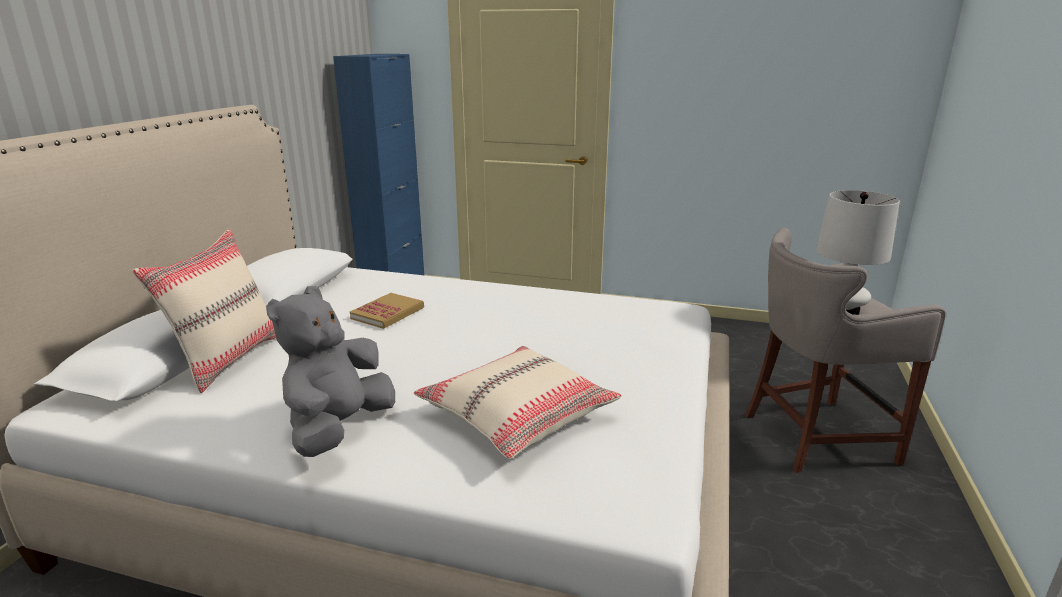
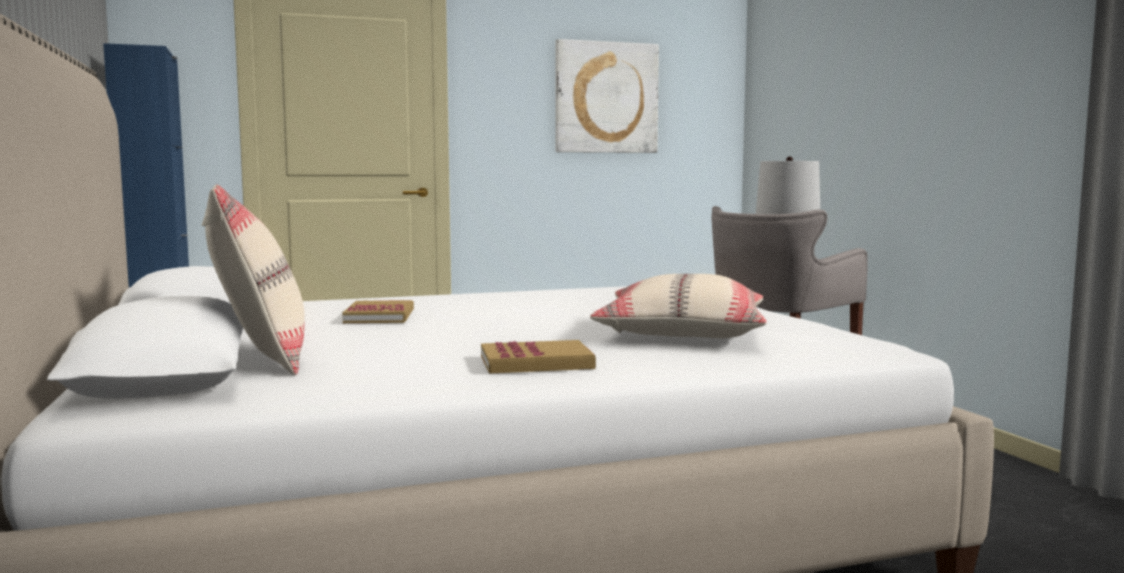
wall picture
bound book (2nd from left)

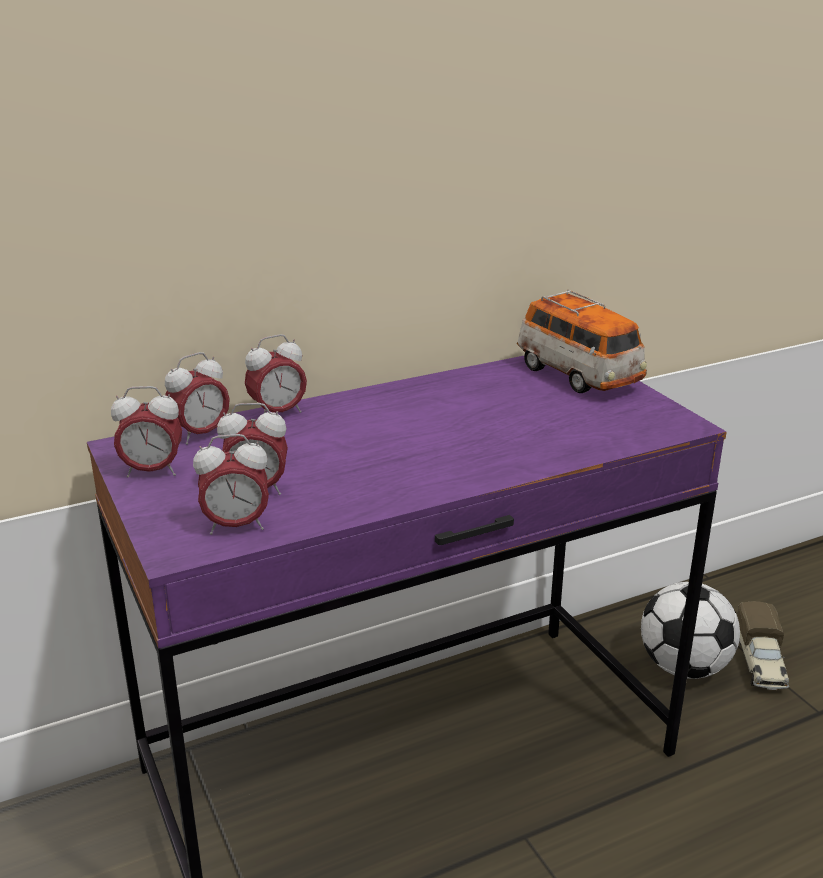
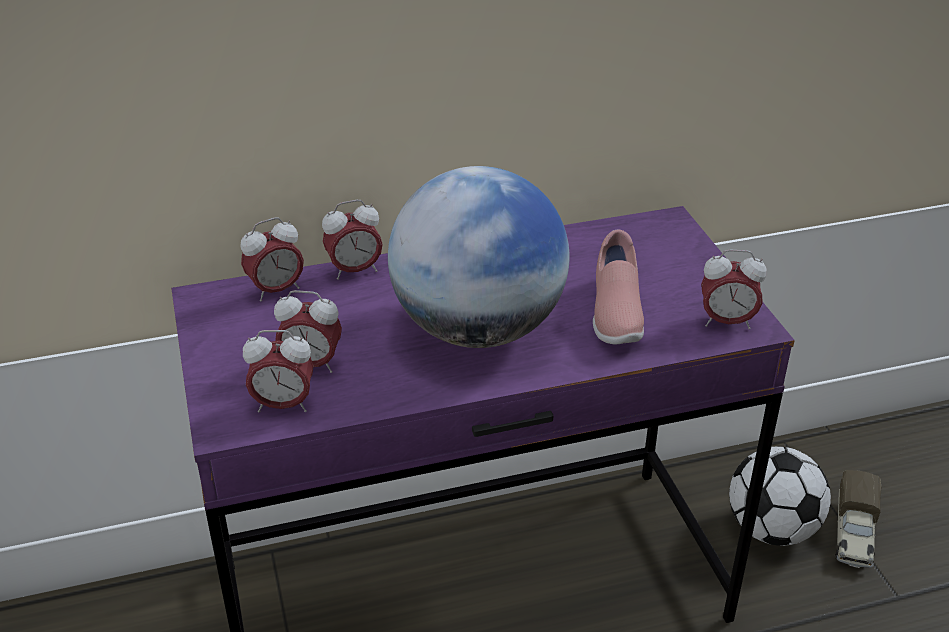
model car
desk globe
pink-coloured low shoe
bedside clock (5th from left)

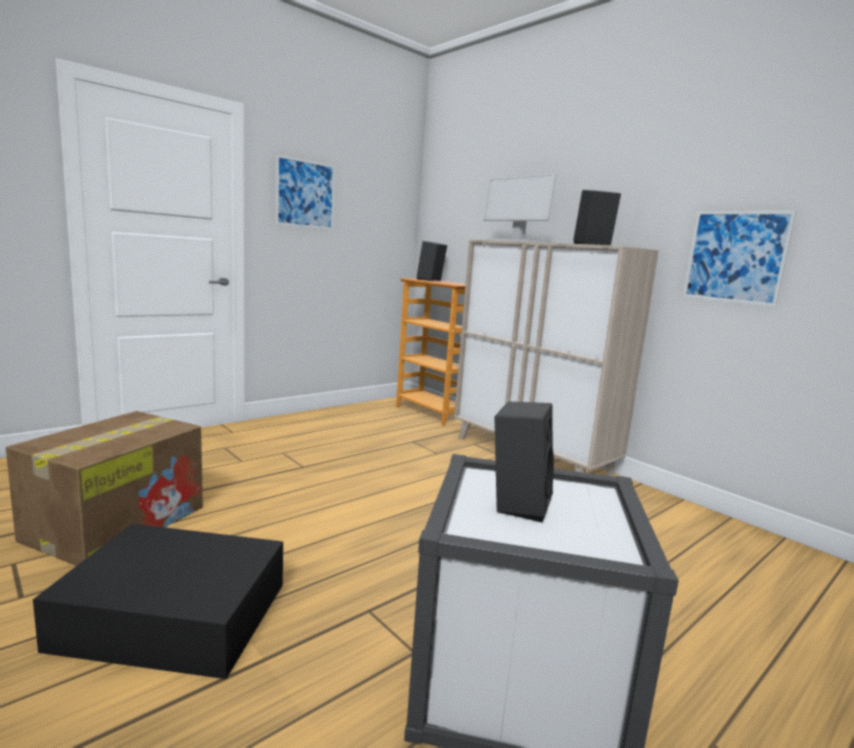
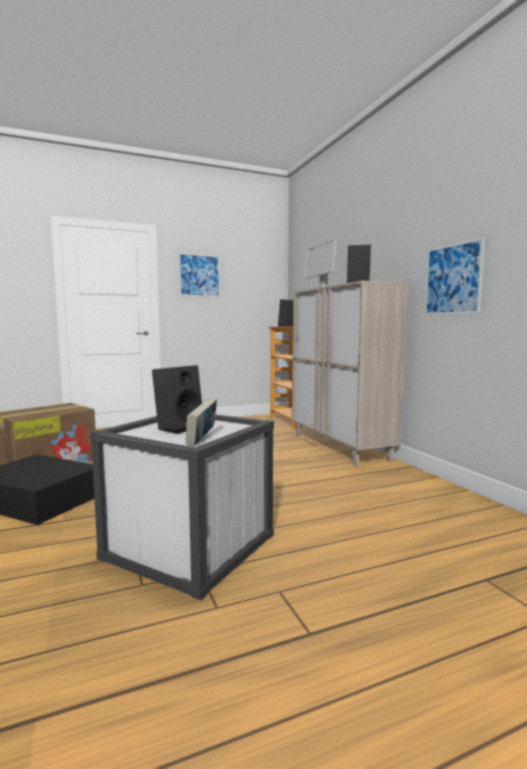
bound book

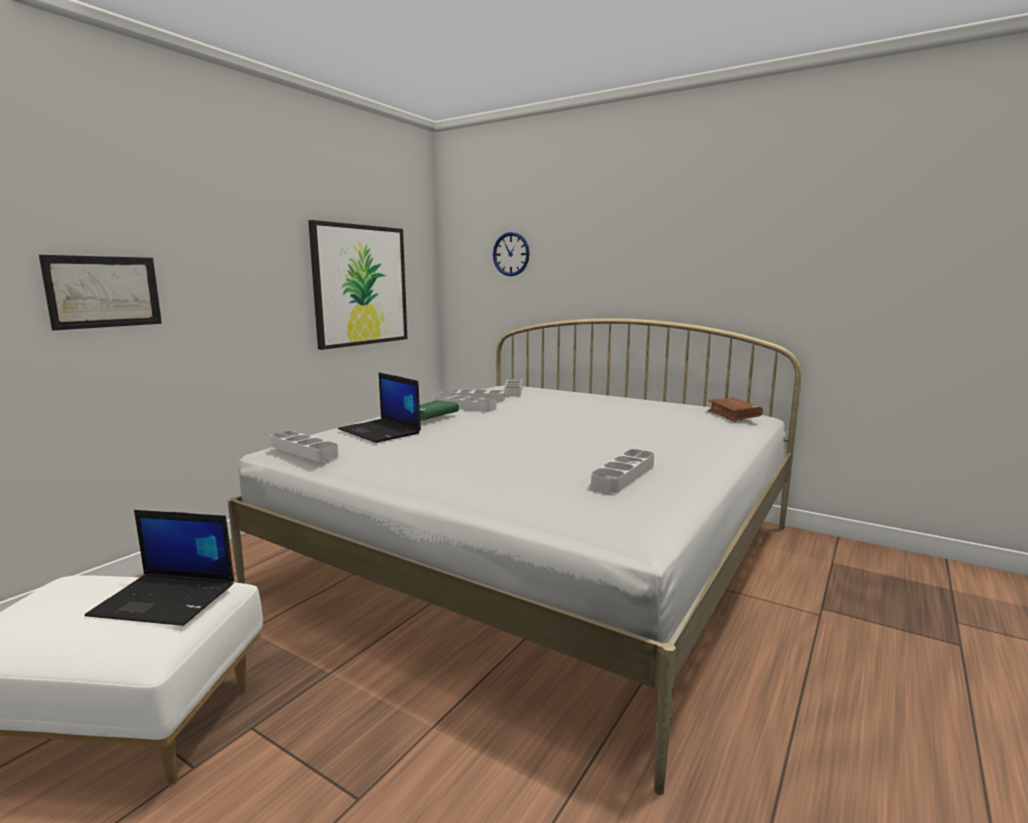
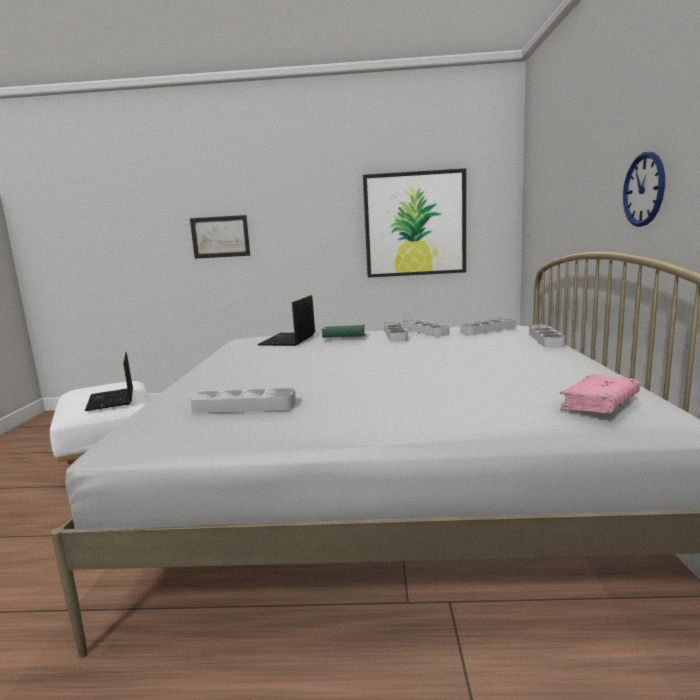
gray carrying tray (5th from left)
wall clock
pink-coloured bound book

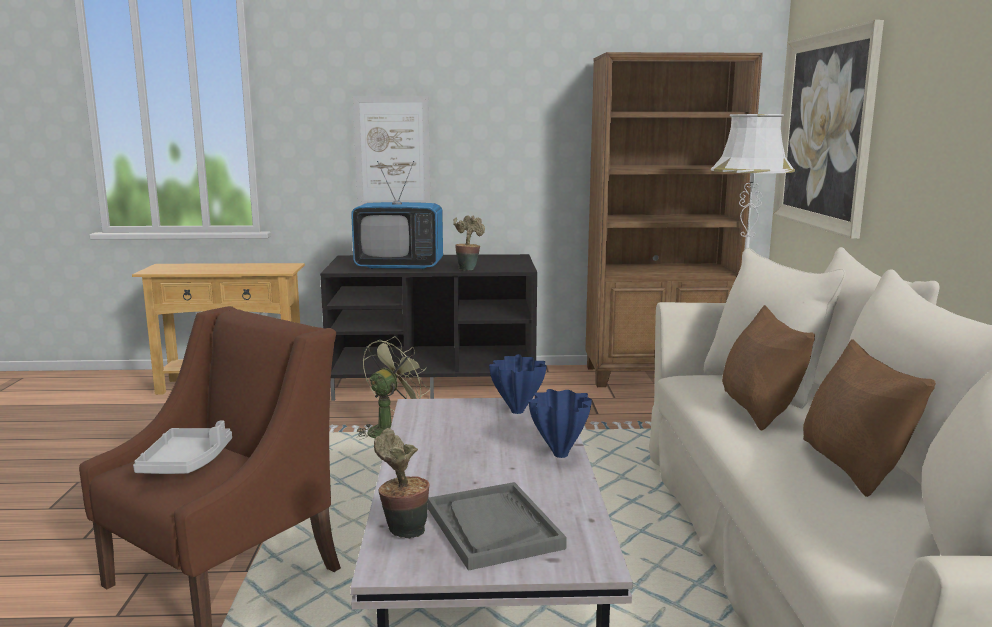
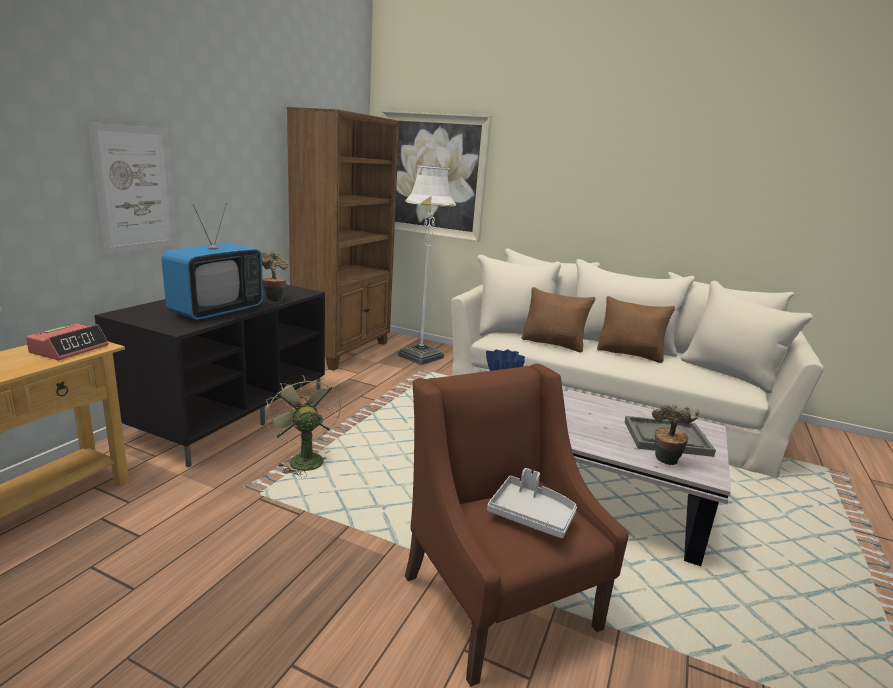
blue vase (2nd from left in the first image)
bedside clock

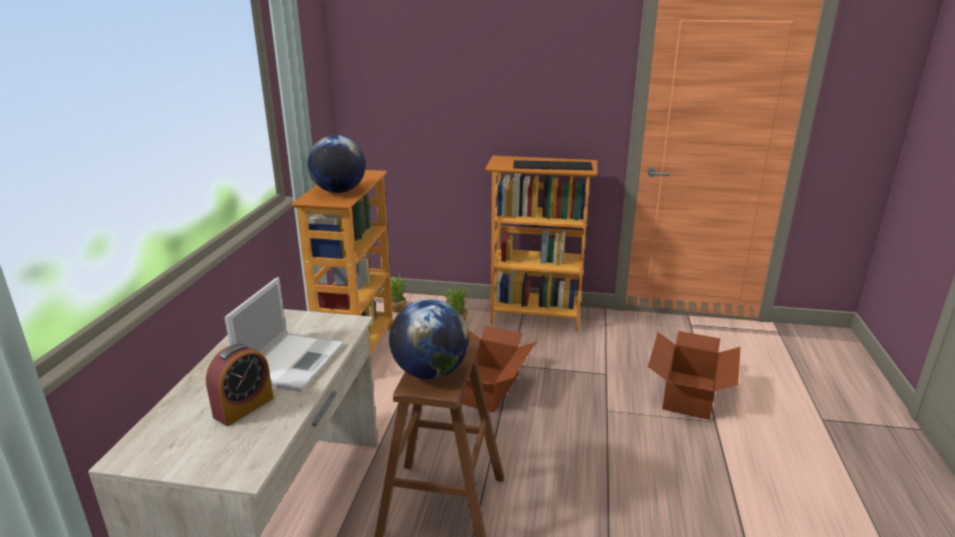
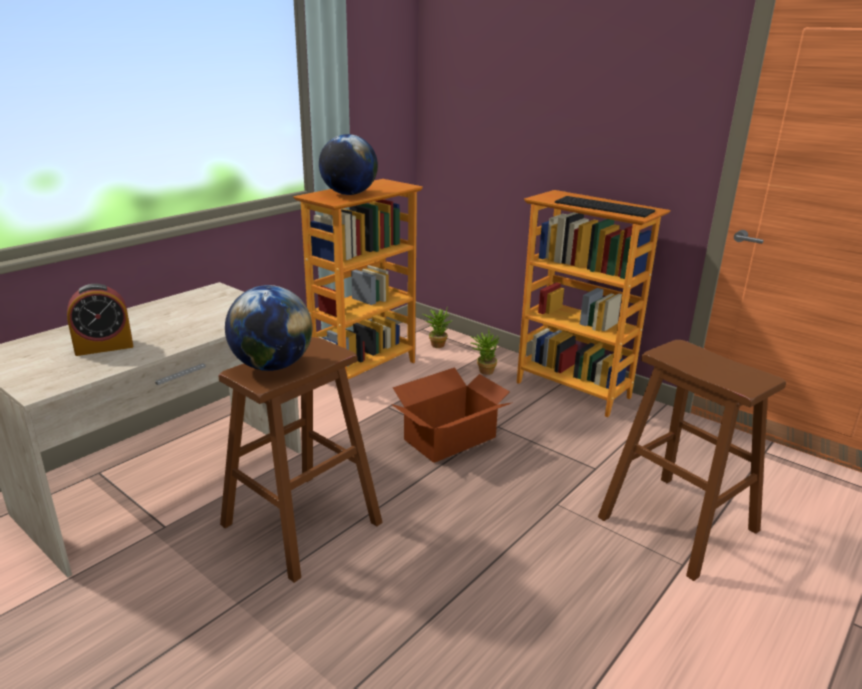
portable computer
brown-coloured stool seat (2nd from left)

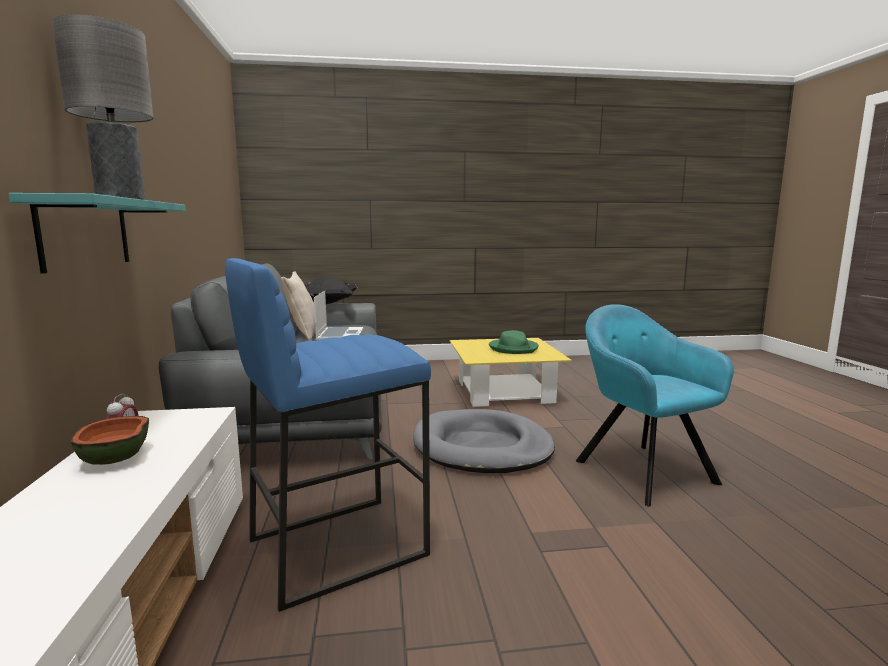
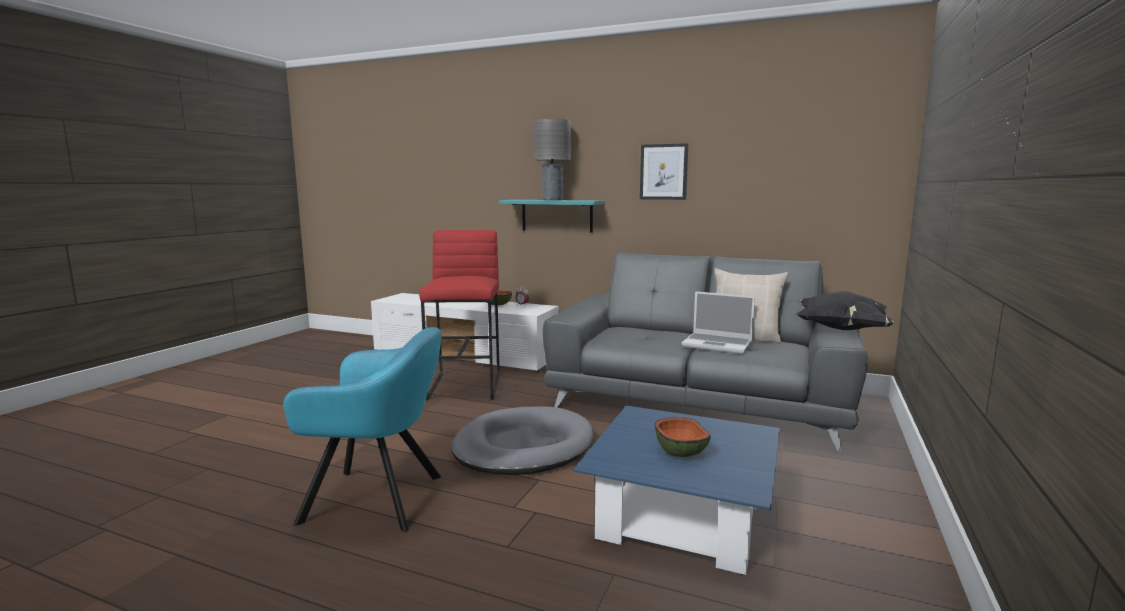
wall picture
bowl (2nd from left)
red-coloured stool seat
blue low table

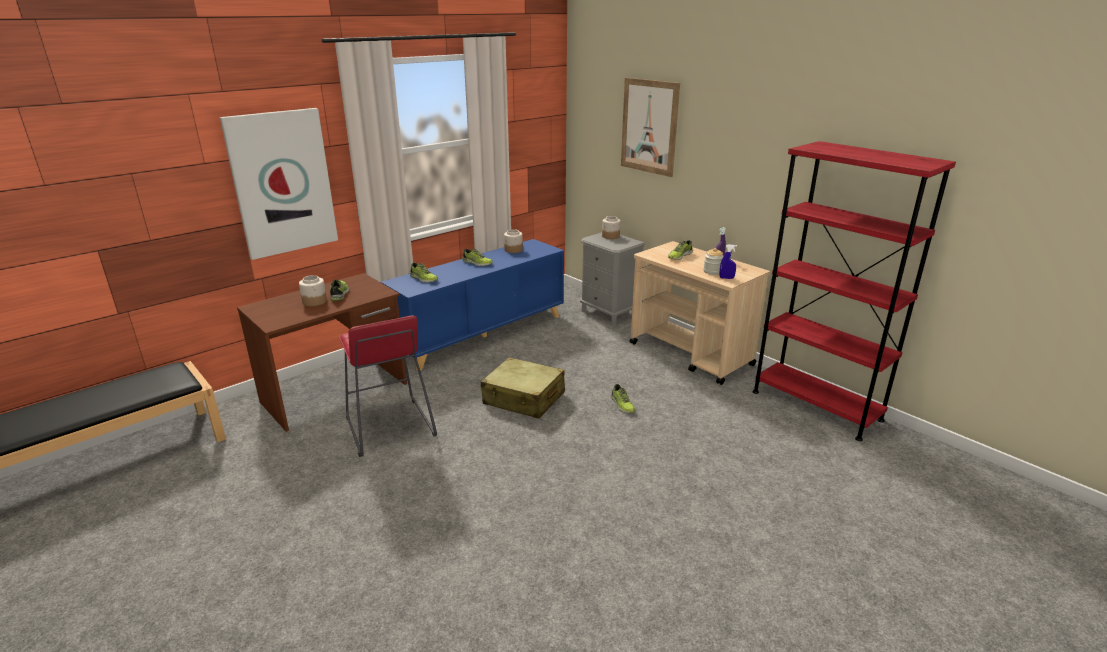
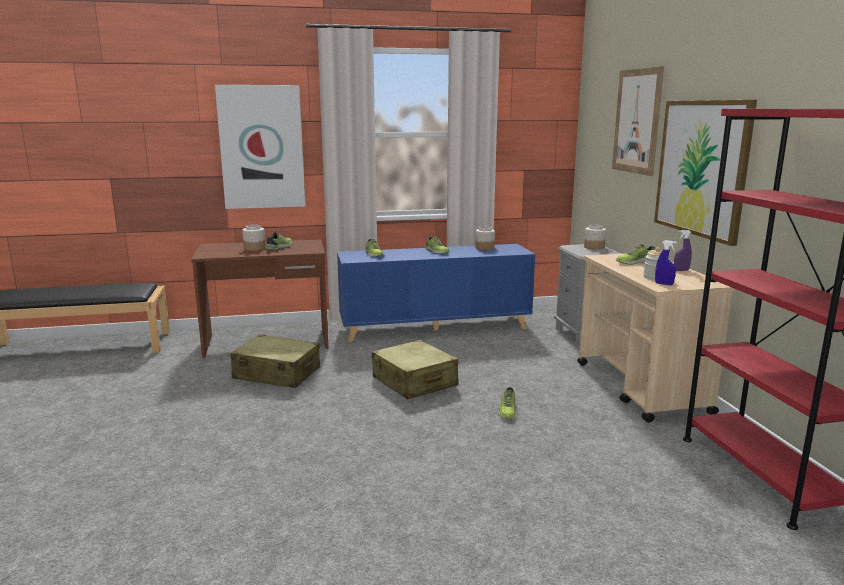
wall picture (3rd from left)
sand-coloured travel case (1st from left)

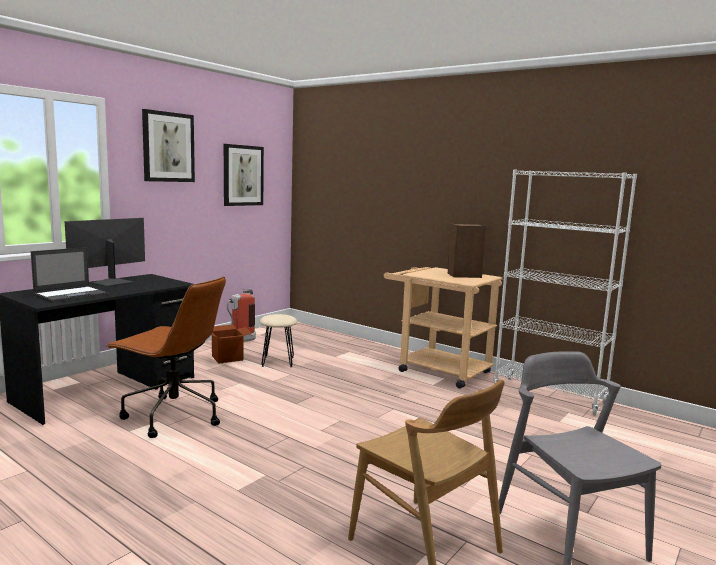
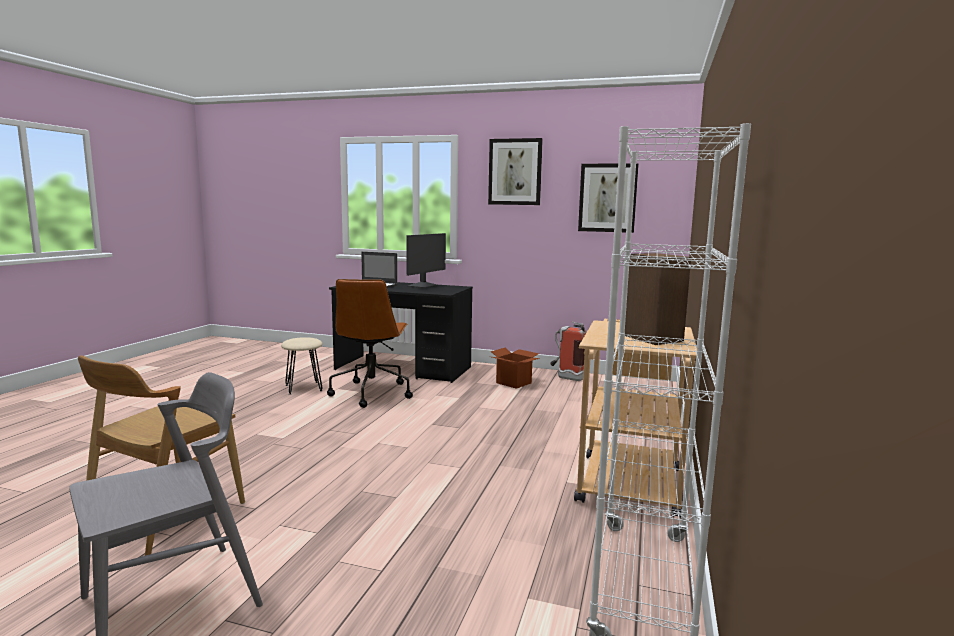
sand-coloured stool seat
computer display

